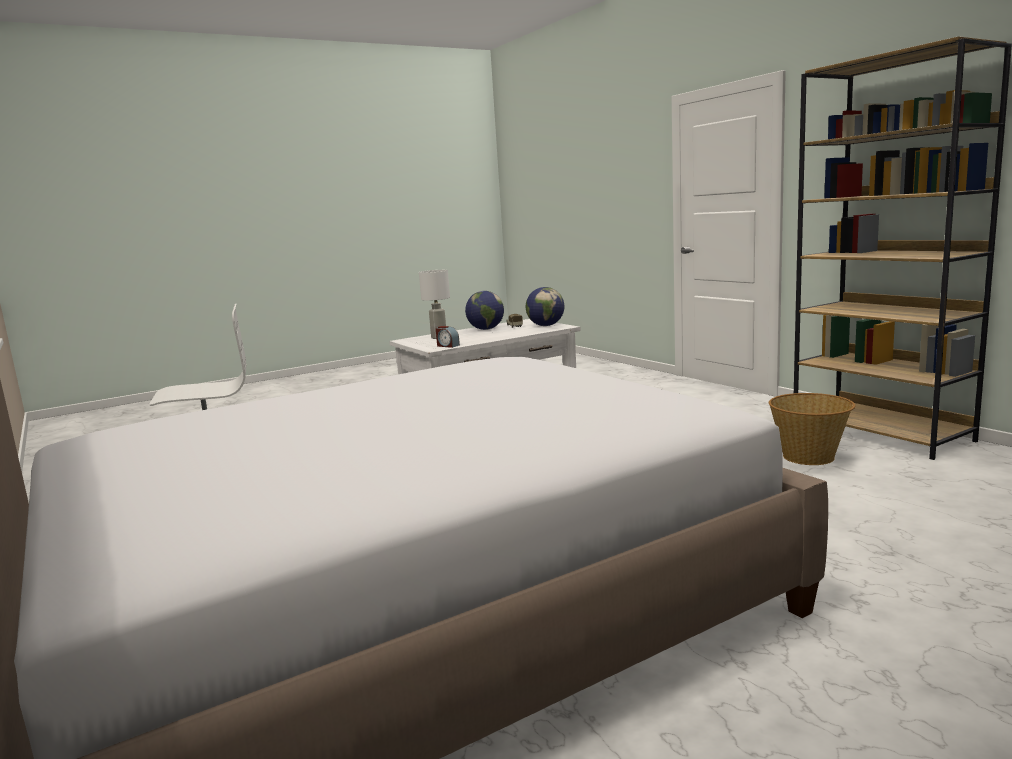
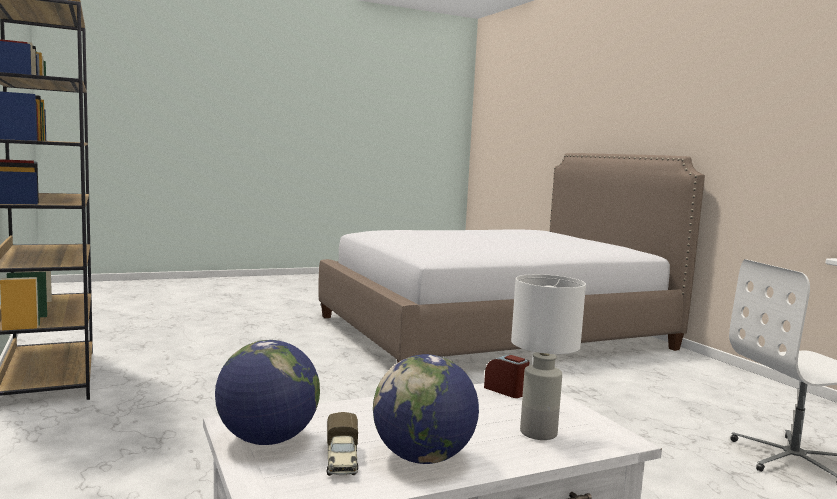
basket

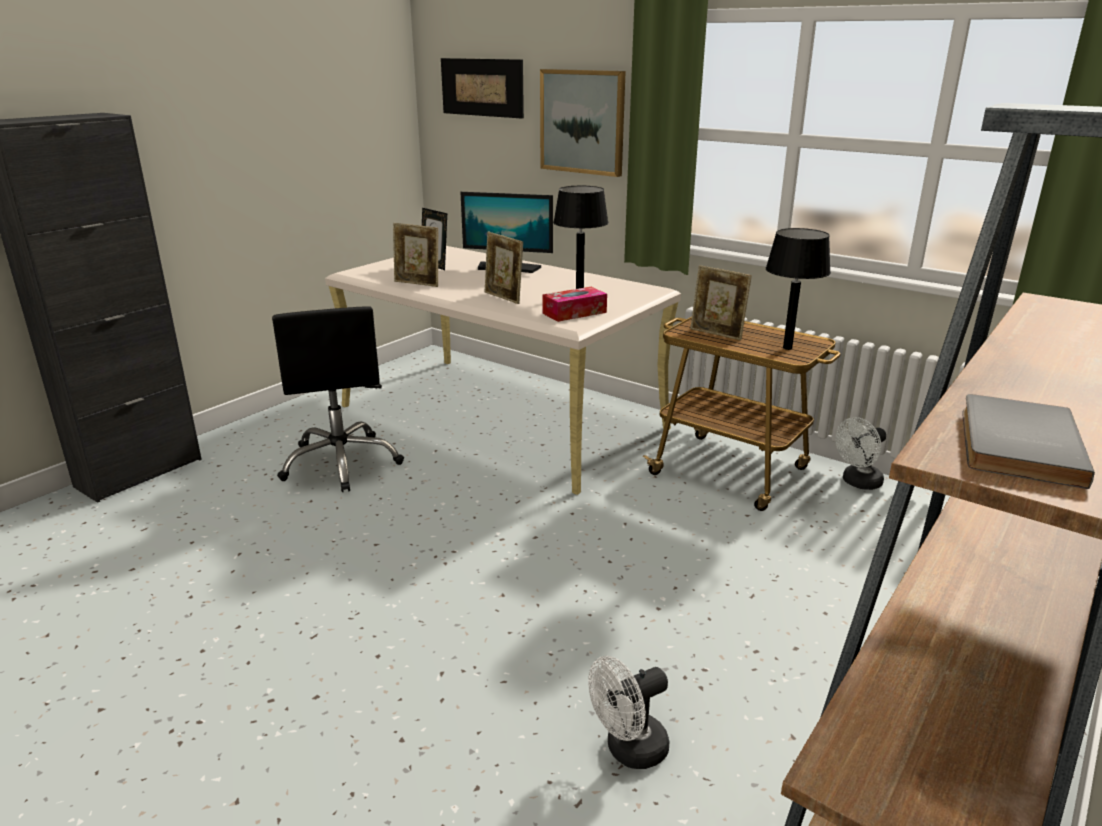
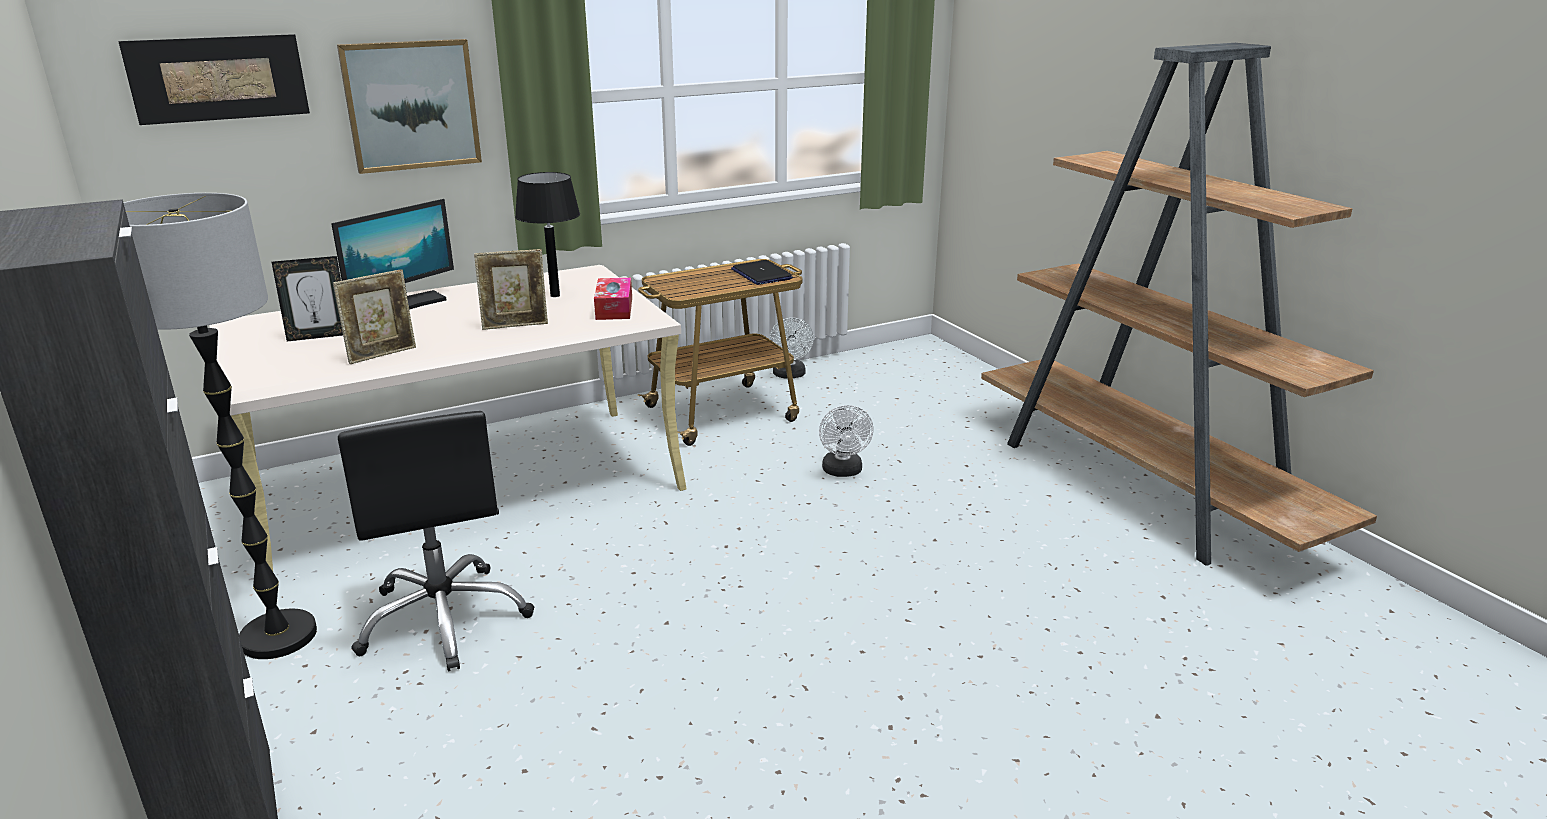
picture frame (4th from left in the first image)
gray bound book
standard lamp
whitish electric fan (2nd from left)
portable computer
black desk chair

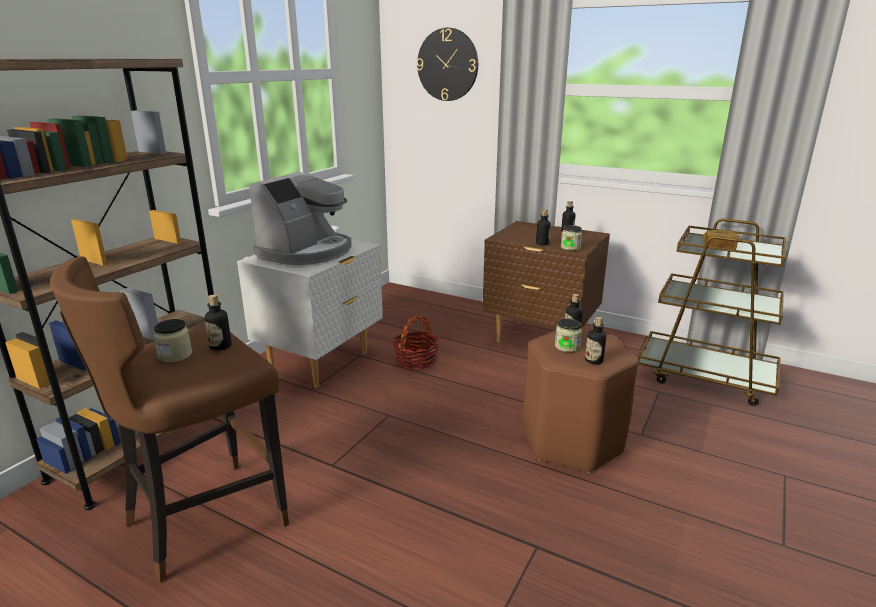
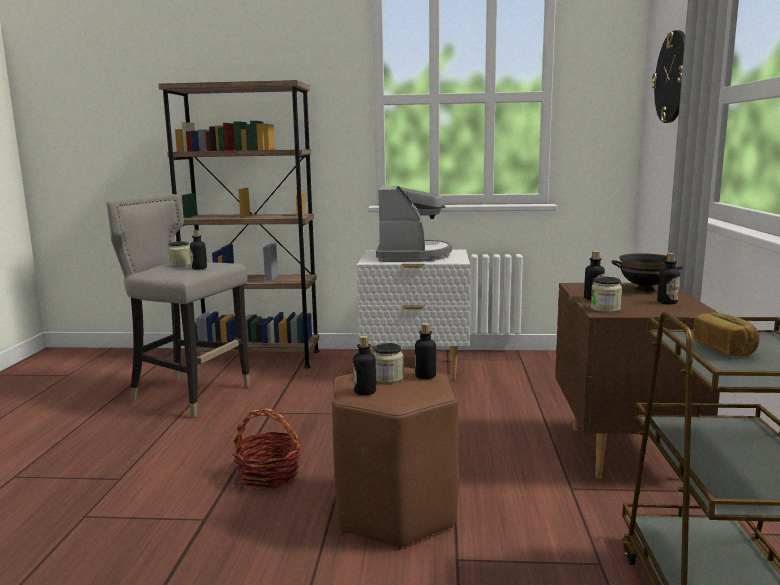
black bowl
basket
gray stool seat
coffee brewer

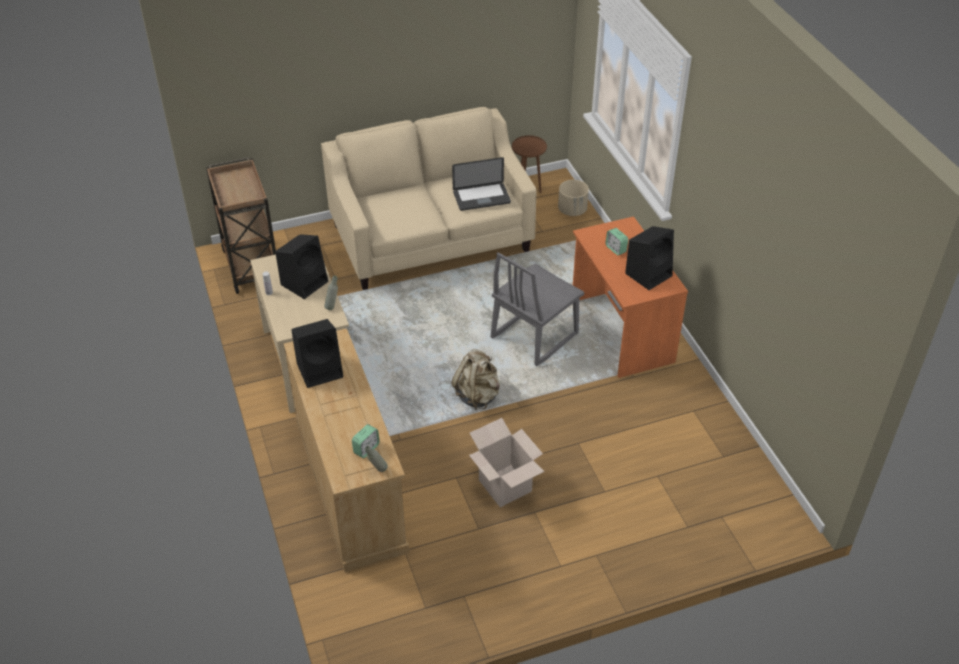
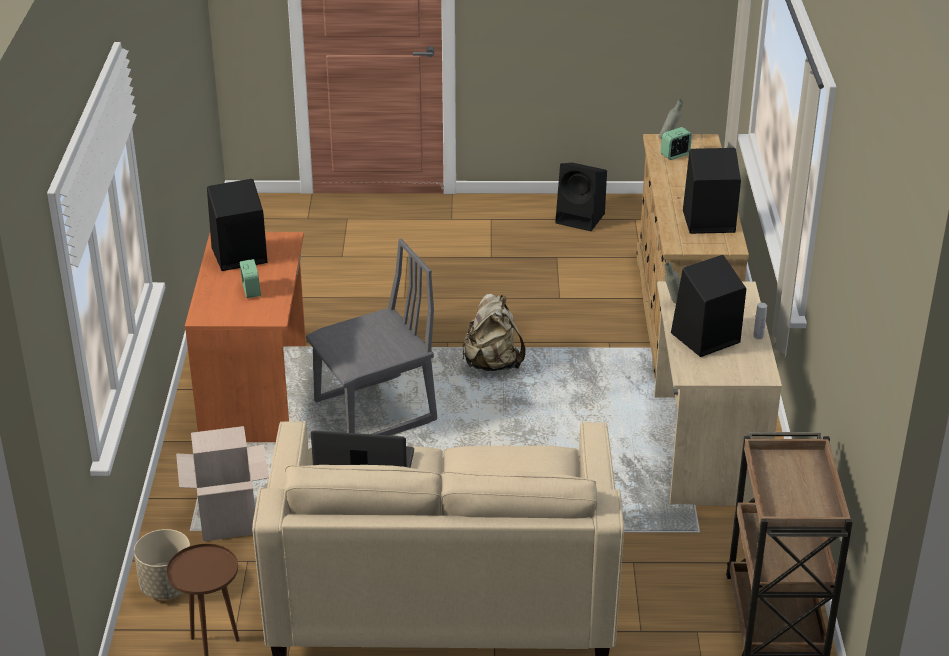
black speaker (2nd from left)
carton

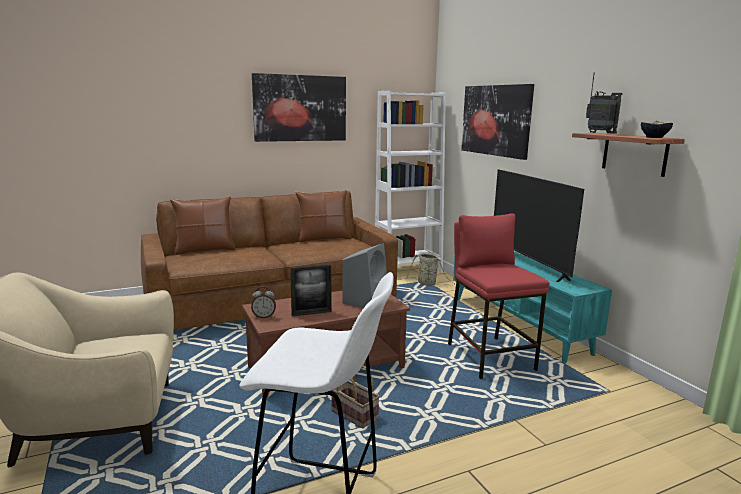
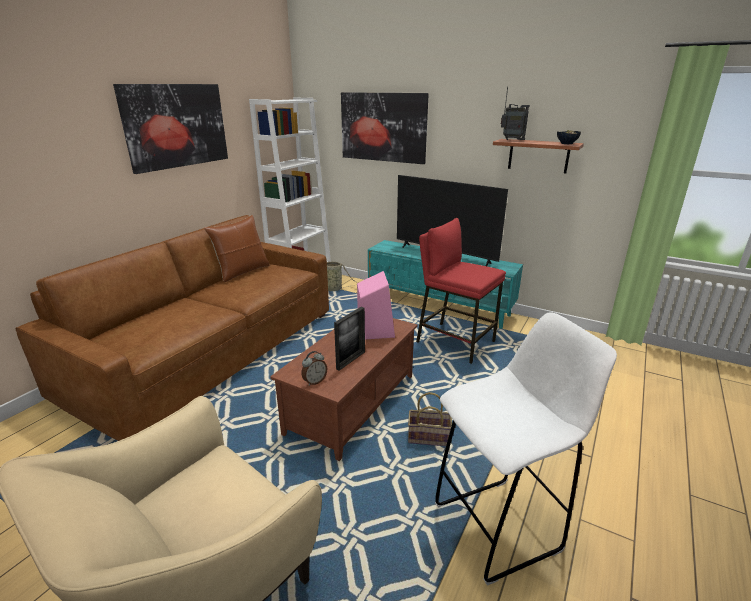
brown-coloured cushion (1st from left in the first image)
pink-coloured speaker

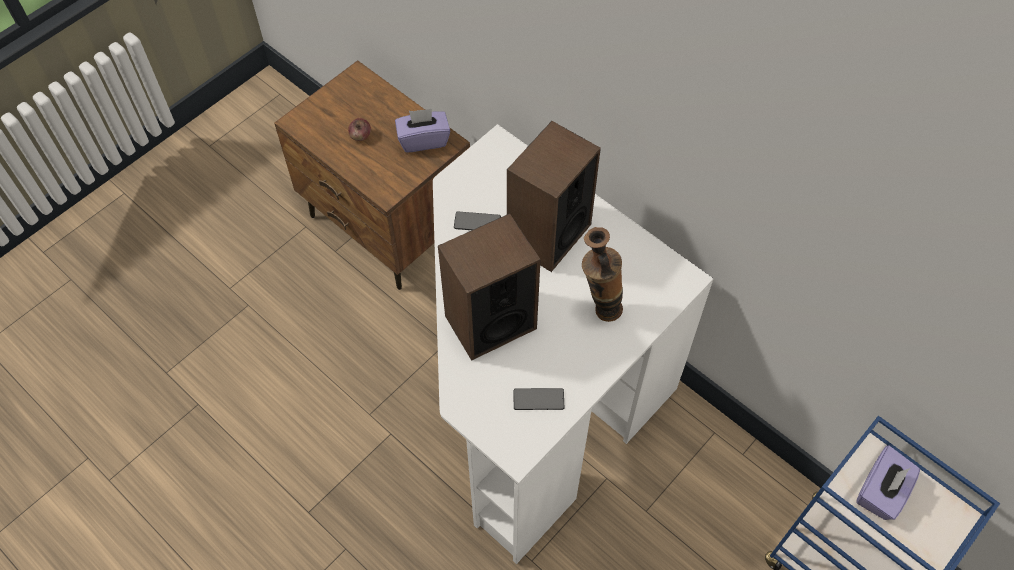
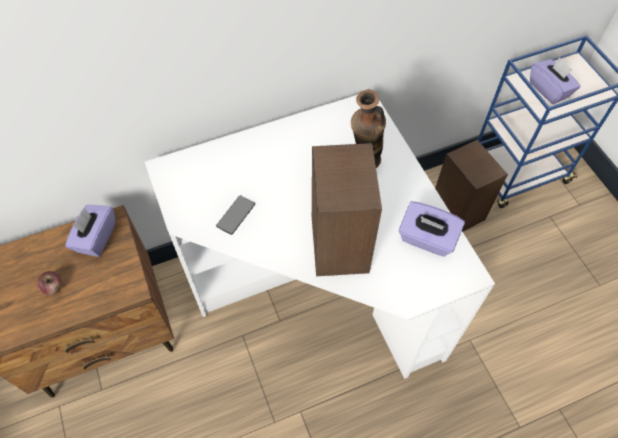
speaker (2nd from left)
purple box of tissues (2nd from left)

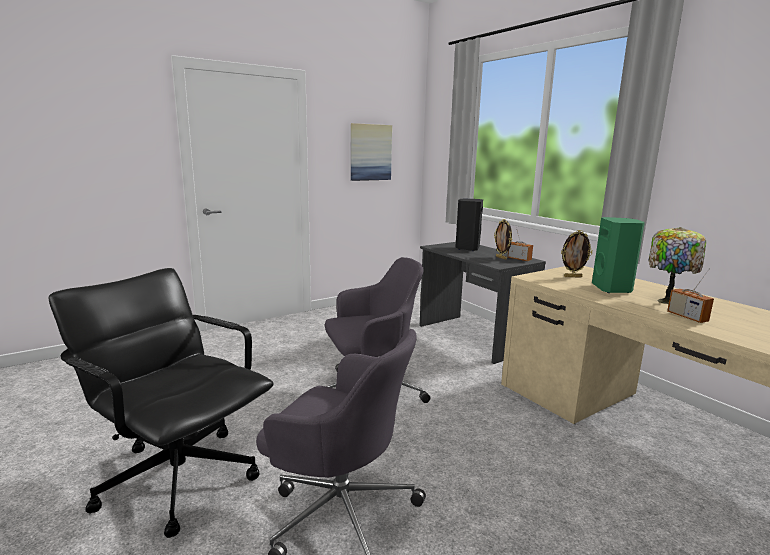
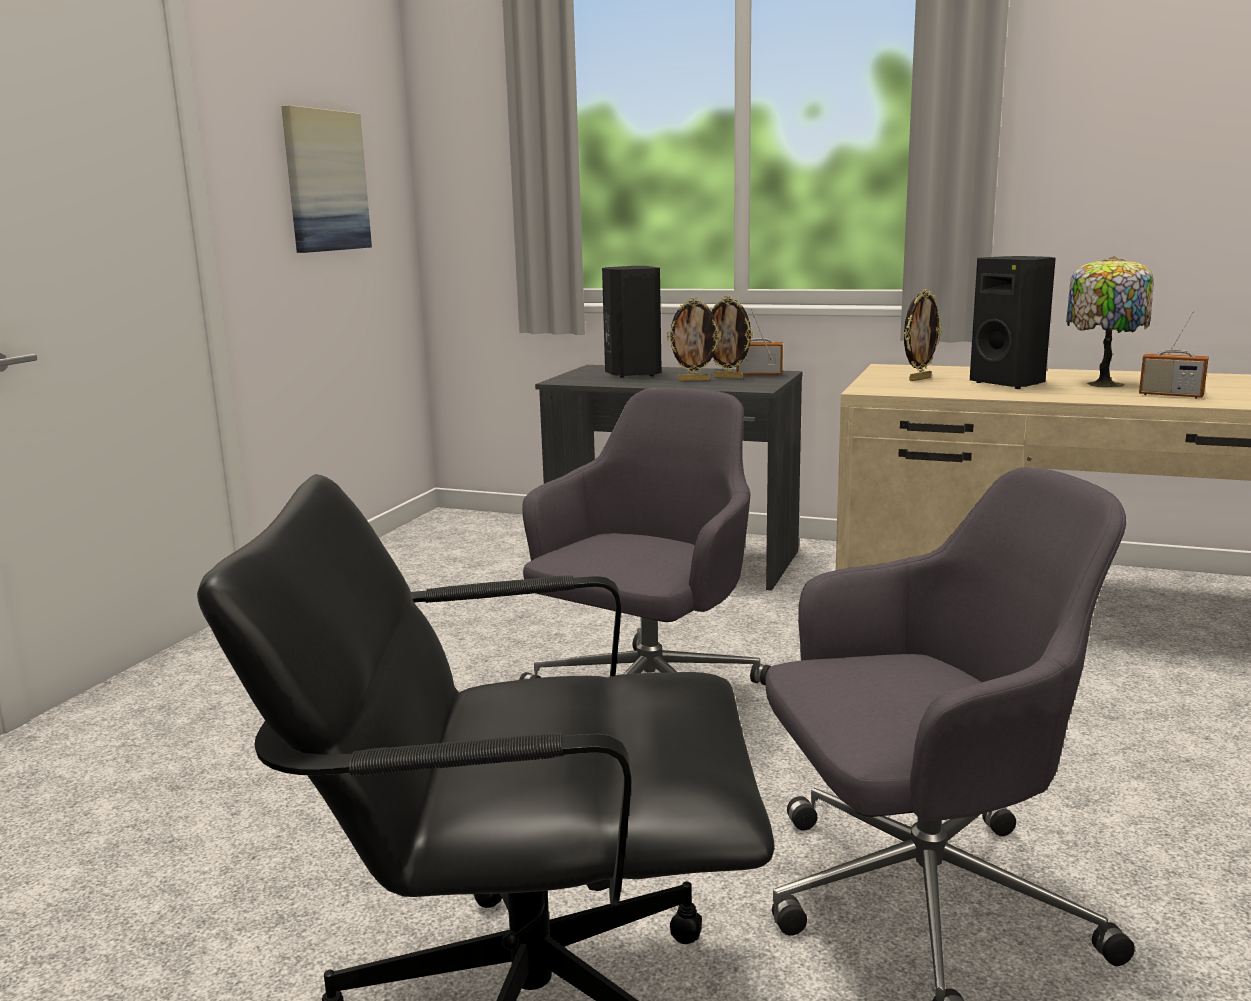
picture frame (1st from left)
black speaker (2nd from left)

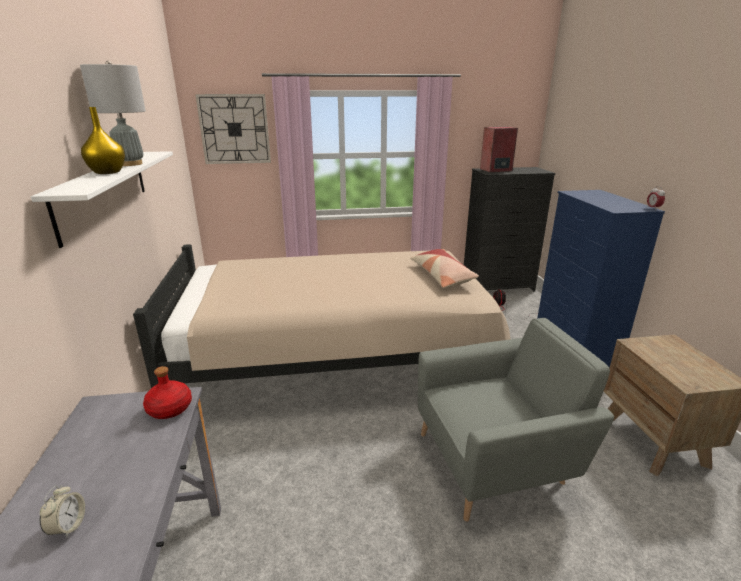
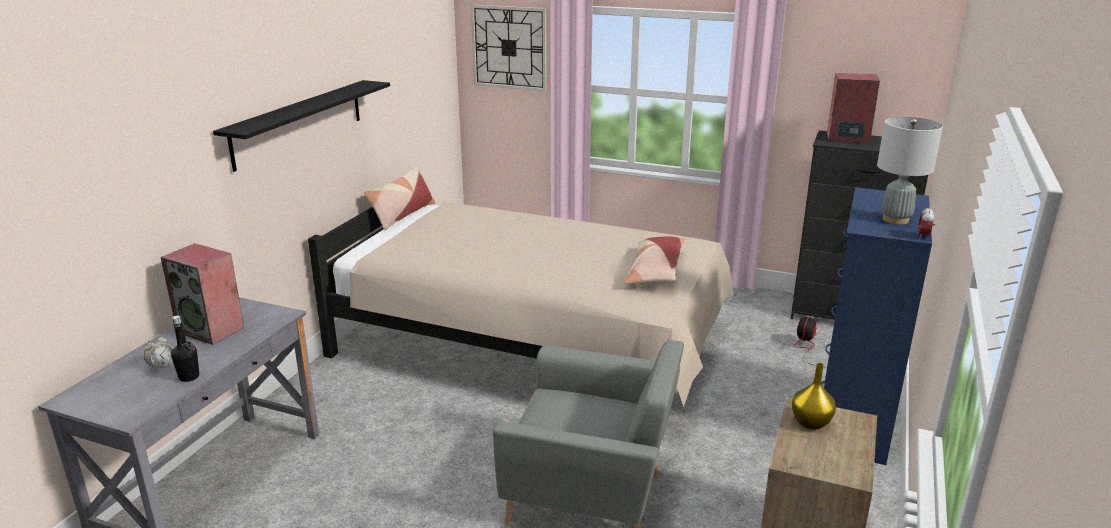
red-coloured bottle
speaker (1st from left)
black bottle
cushion (1st from left)
gray table lamp
yellow-coloured vase
black wall shelf

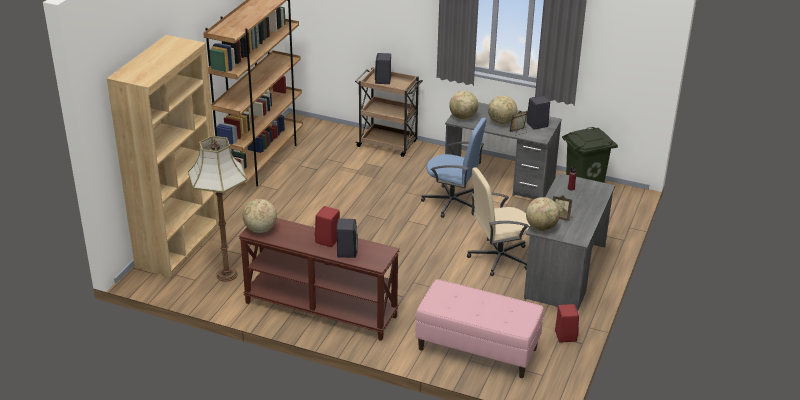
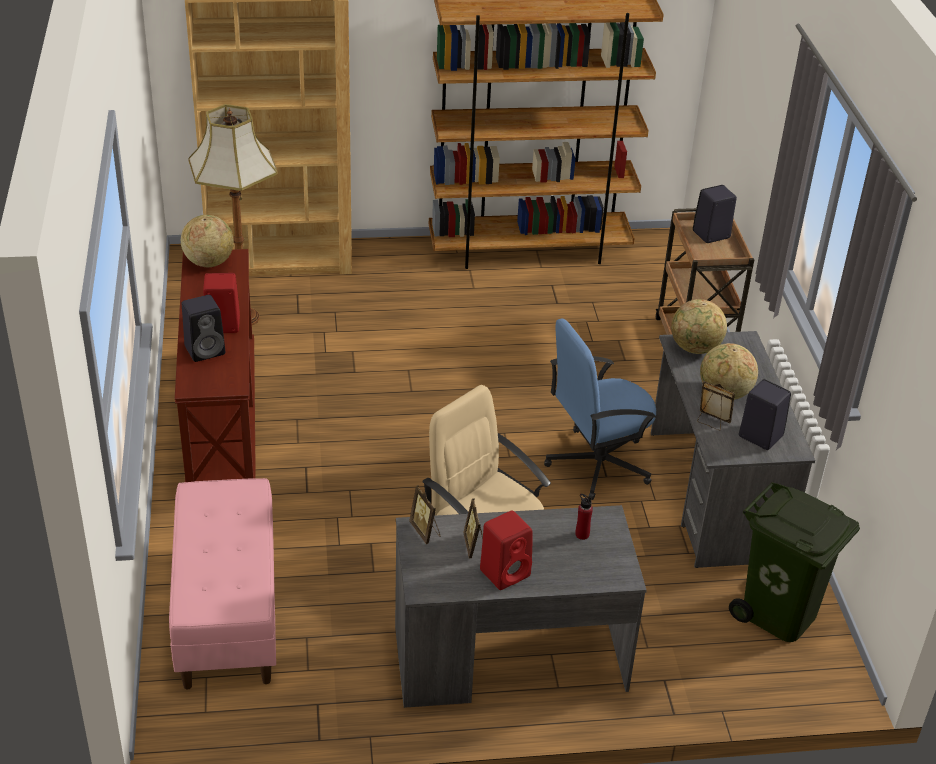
red-coloured speaker (2nd from left)
picture frame (1st from left)
blue desk chair

